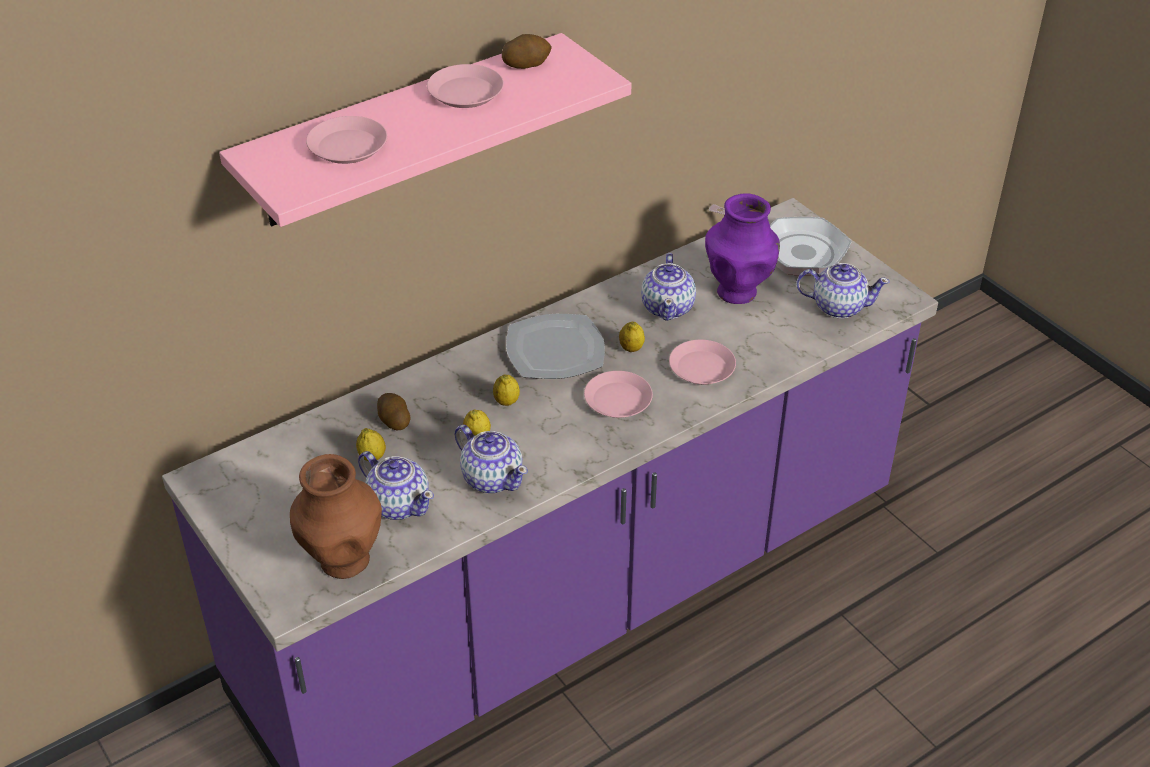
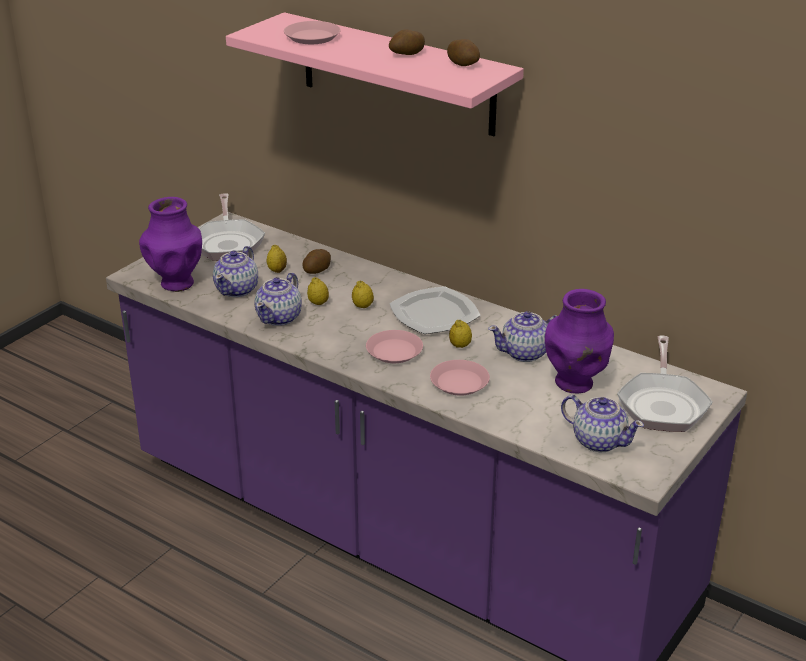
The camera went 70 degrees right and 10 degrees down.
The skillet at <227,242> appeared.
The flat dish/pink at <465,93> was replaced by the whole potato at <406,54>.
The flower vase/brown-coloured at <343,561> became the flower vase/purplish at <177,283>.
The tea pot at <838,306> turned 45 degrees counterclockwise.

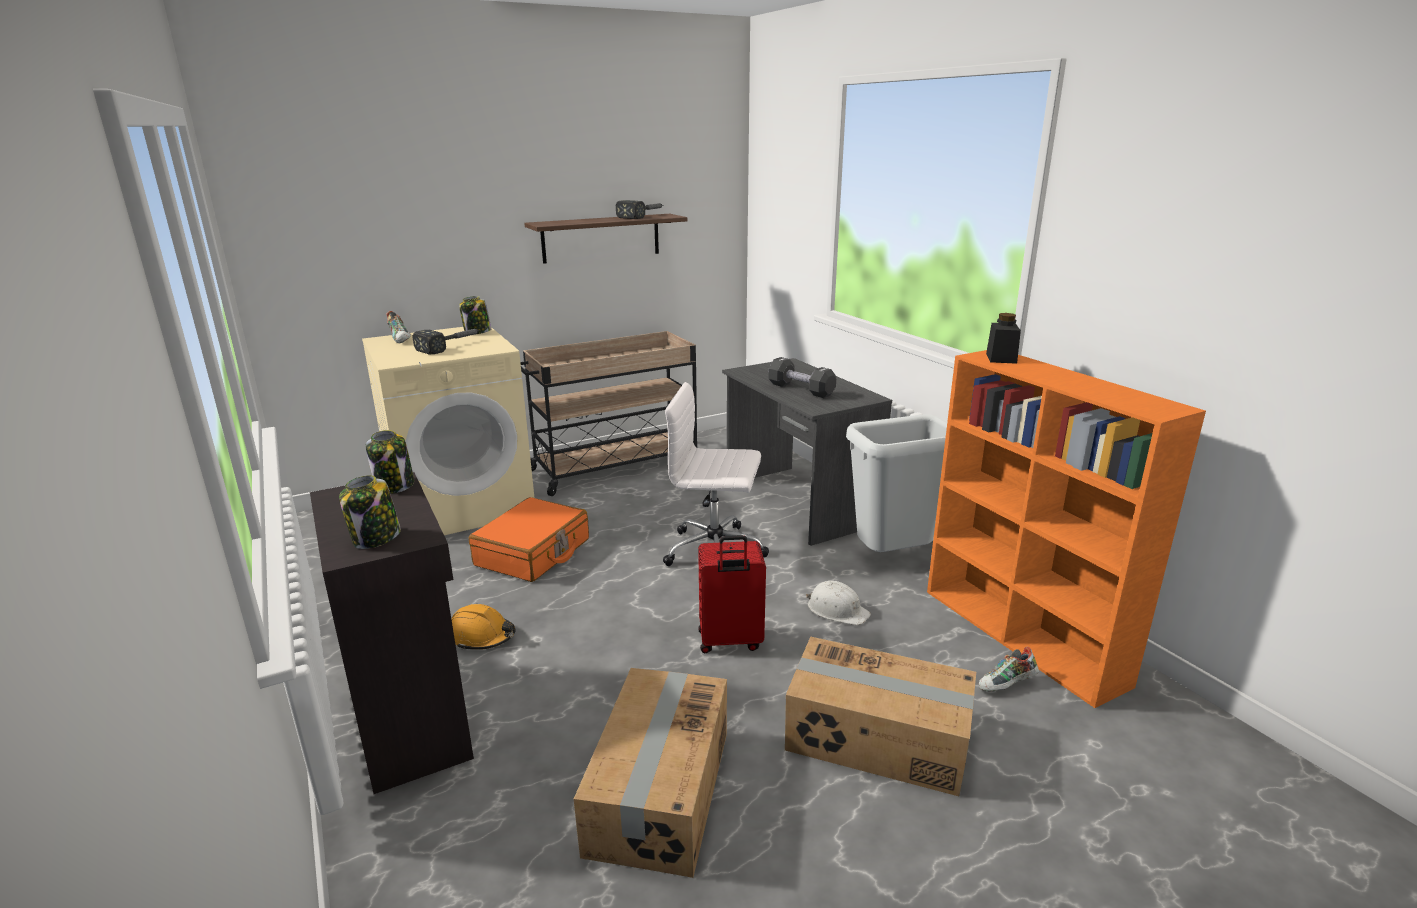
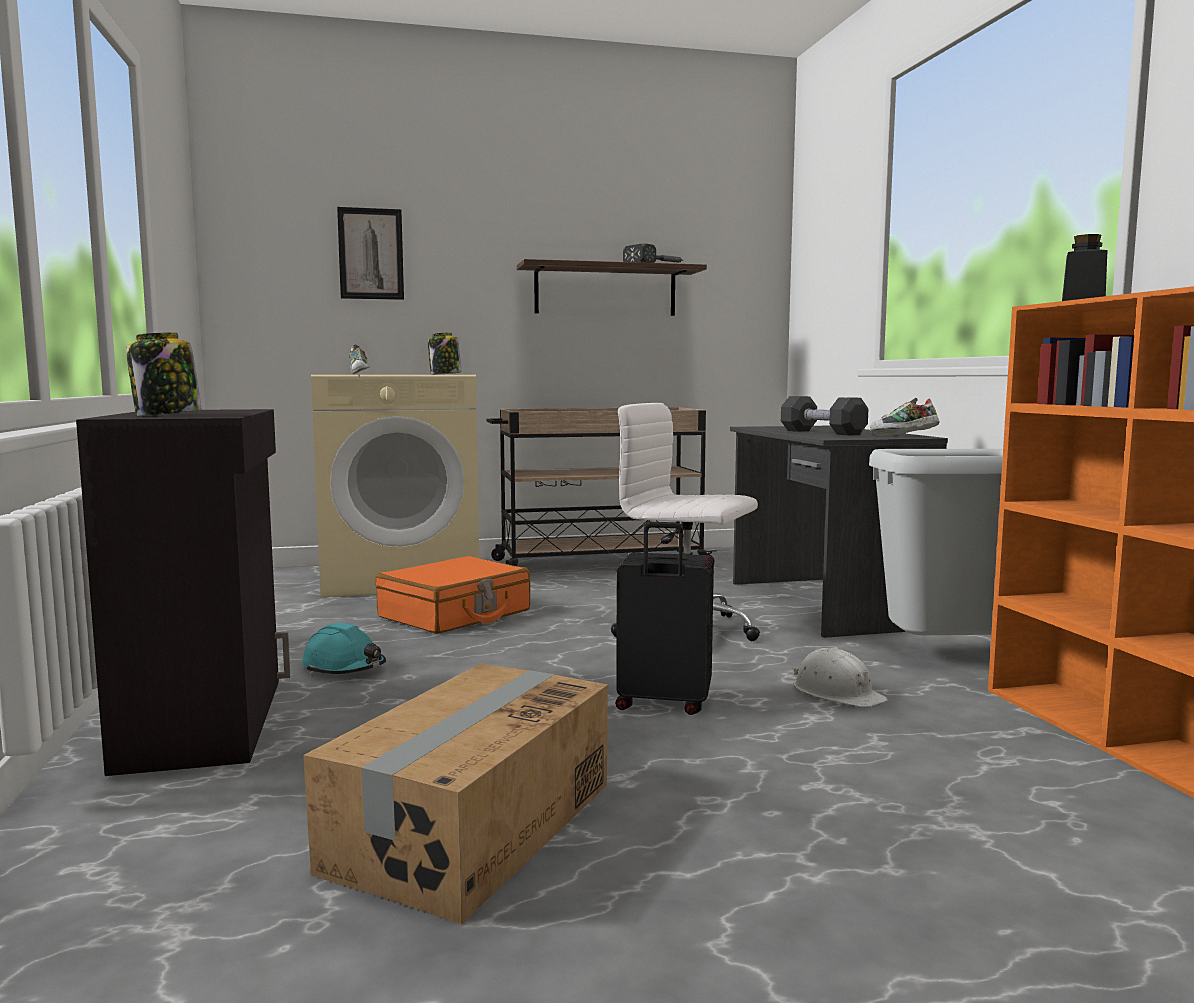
The camera went 15 degrees right and 15 degrees down.
The jar at <395,485> disappeared.
The hammer at <452,345> disappeared.
The packing box at <877,739> disappeared.
The wall art at <371,254> appeared.
The shoe moved from <1007,686> to <903,436>.
The work helmet/orangey at <482,636> became the work helmet/blue-green at <344,668>.
The piece of luggage/red at <730,641> became the piece of luggage/black-coloured at <663,704>.

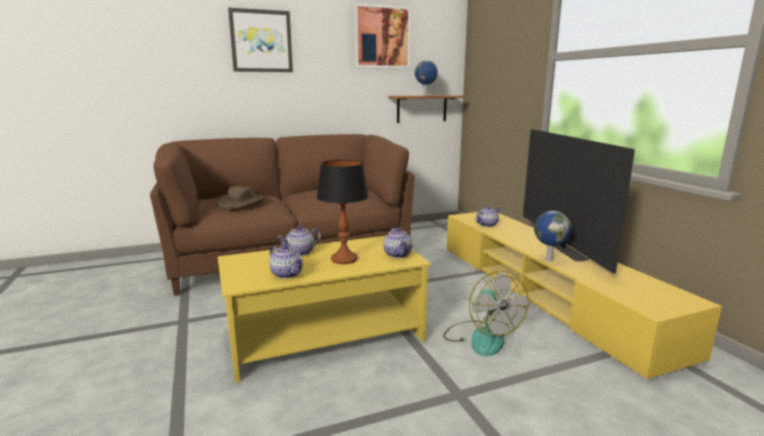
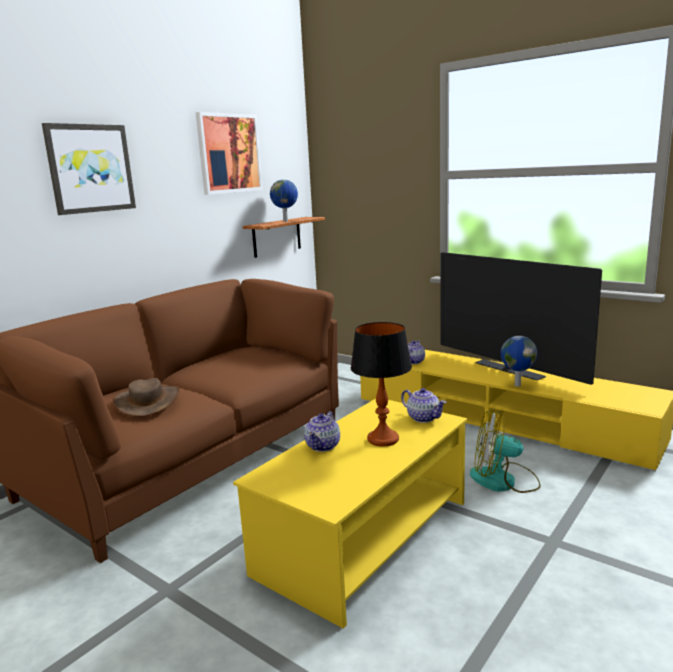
The camera went 30 degrees left and 0 degrees up.
The tea pot at <286,274> disappeared.
The cooling fan at <481,337> turned 150 degrees clockwise.

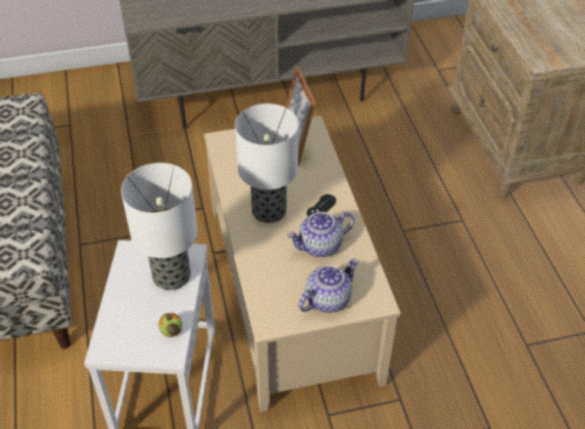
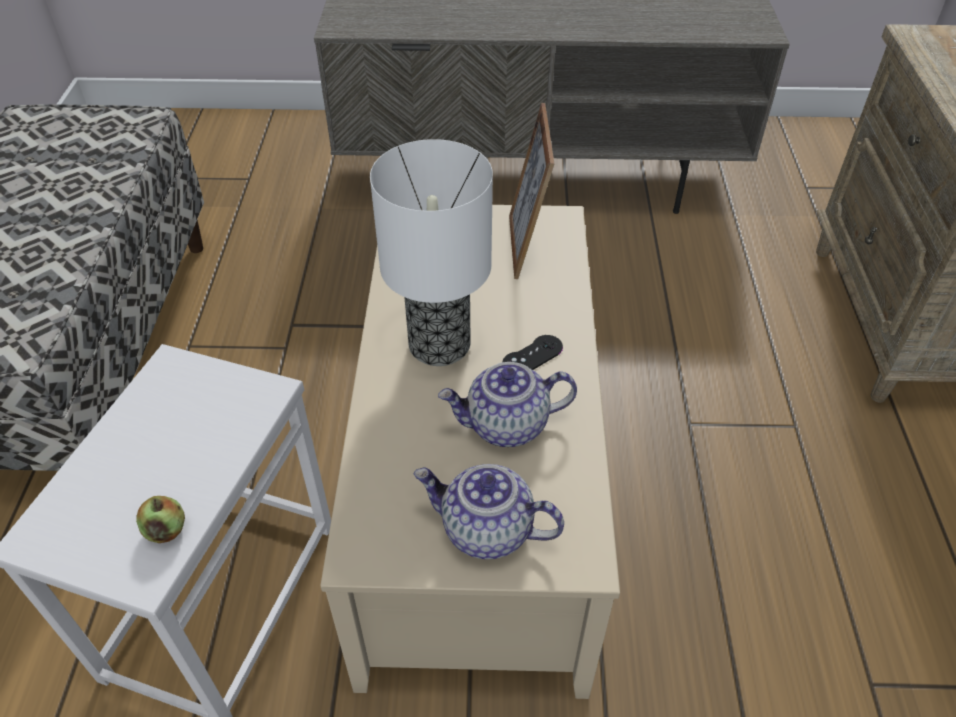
The camera went 15 degrees right and 0 degrees up.
The table lamp at <171,275> disappeared.
The tea pot at <327,299> turned 135 degrees counterclockwise.

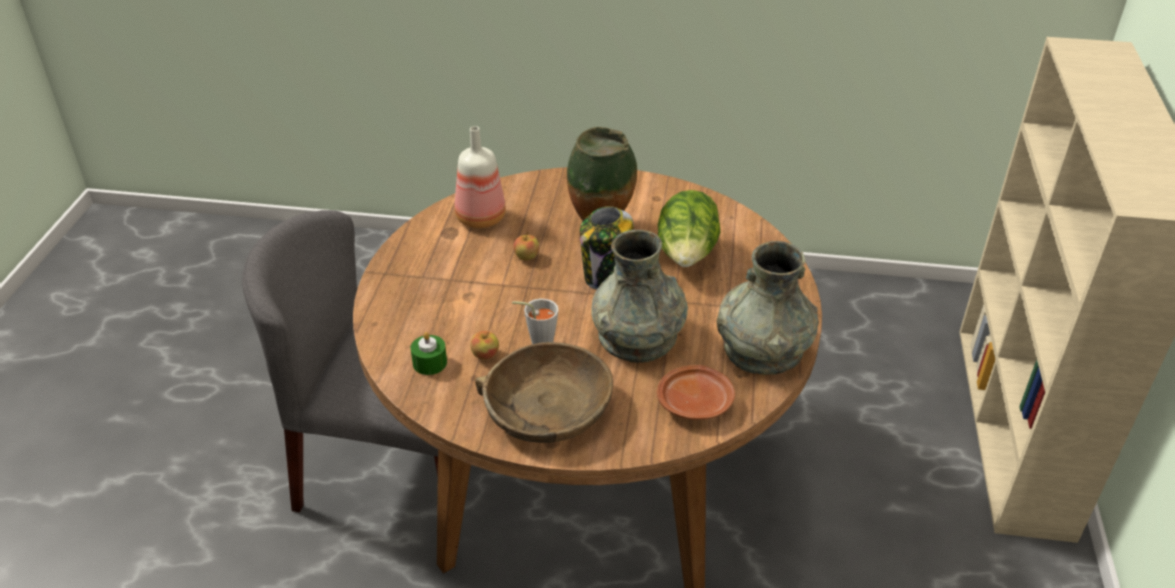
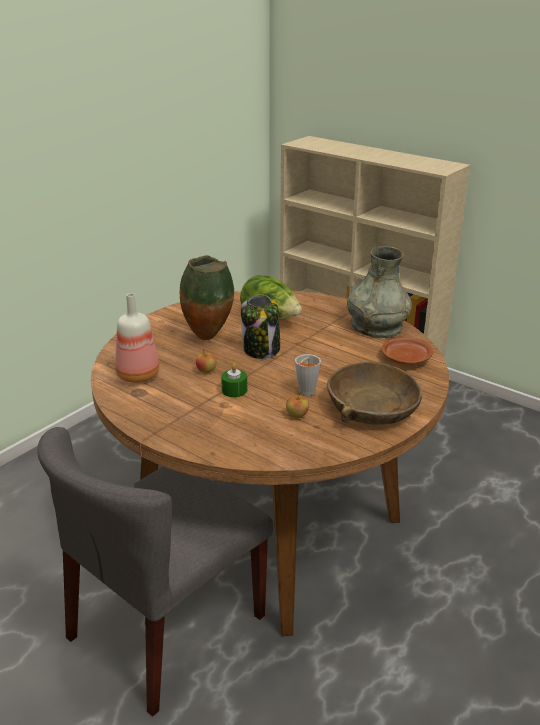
The camera went 60 degrees left and 10 degrees down.
The flower vase/greyish at <637,336> disappeared.
The wax light/greenish moved from <430,363> to <234,390>.

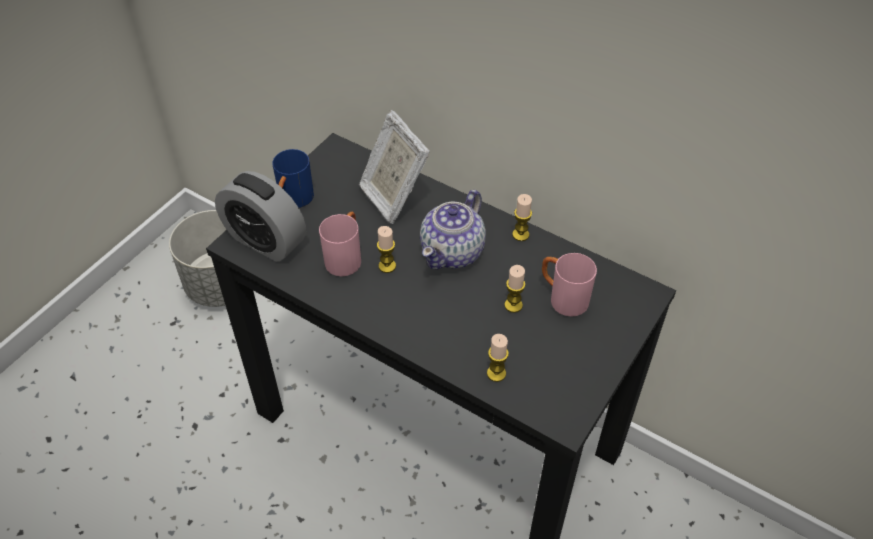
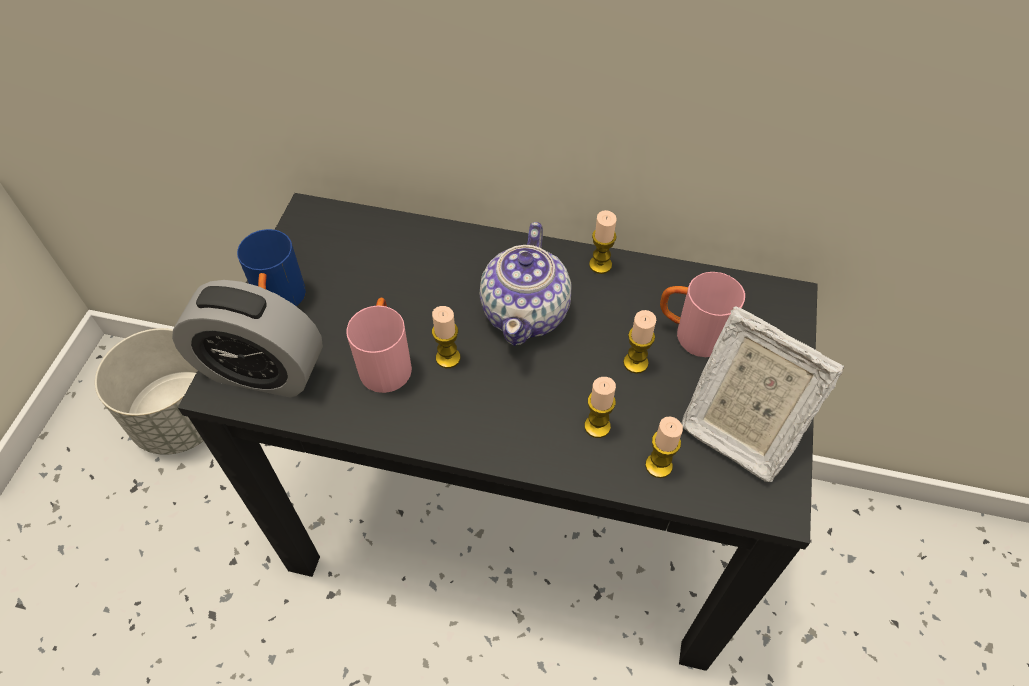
The camera went 20 degrees left and 5 degrees up.
The wax light at <597,426> appeared.
The photo frame moved from <393,196> to <738,429>.

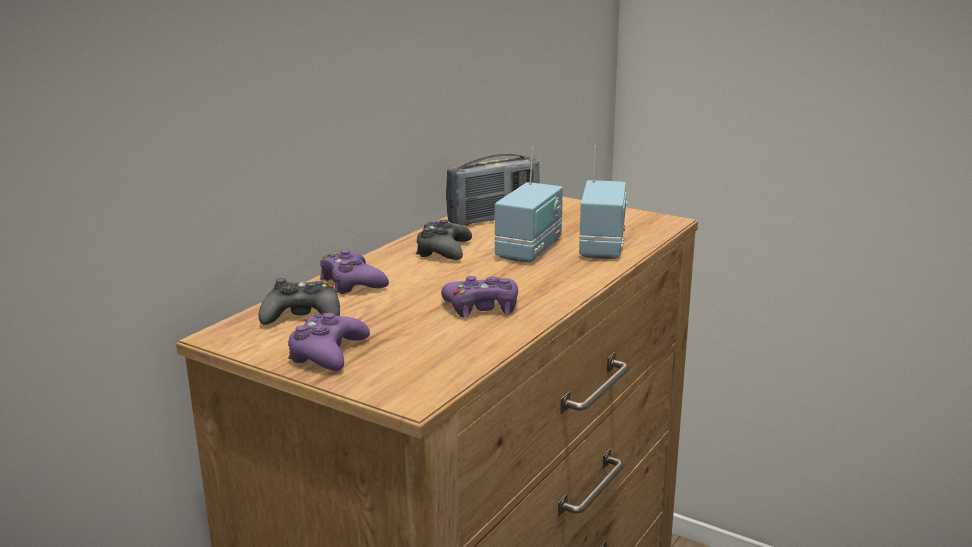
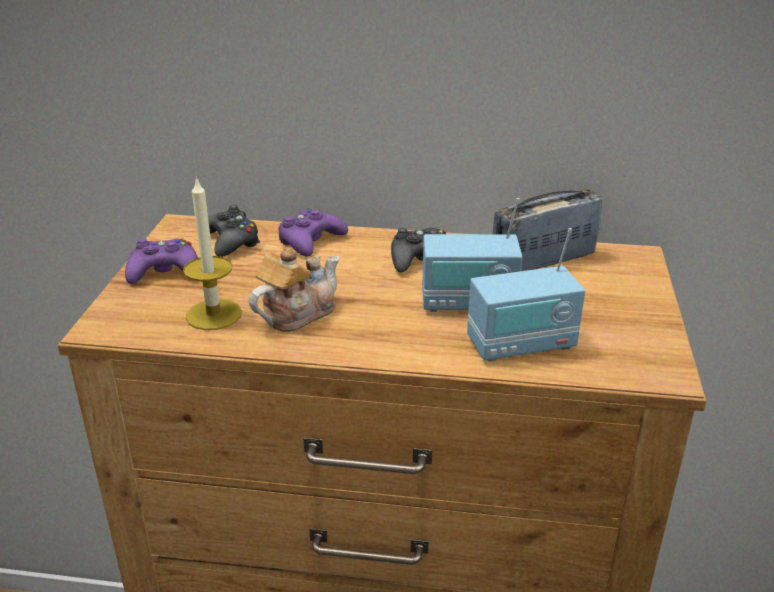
The camera went 65 degrees right and 10 degrees up.
The wax light at <213,314> appeared.
The joypad/purplish at <482,307> was replaced by the tea pot at <296,313>.
The radio receiver at <493,218> turned 120 degrees clockwise.

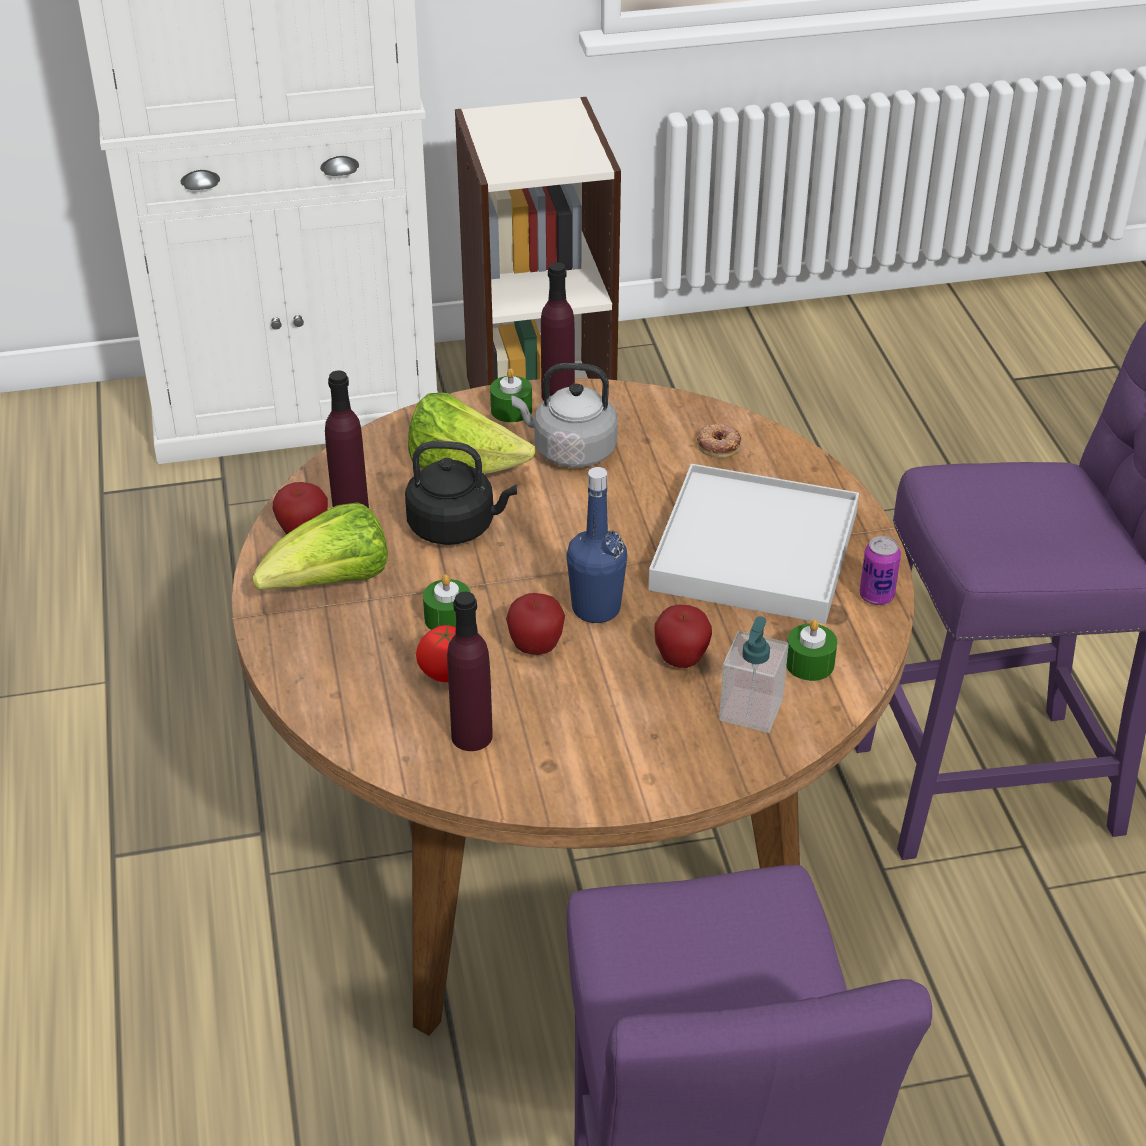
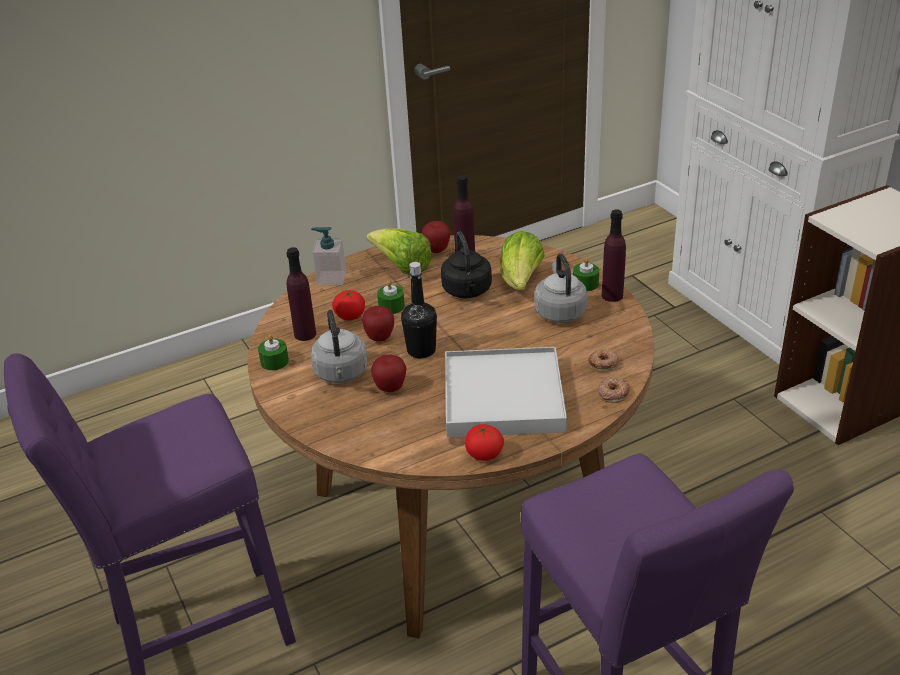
The camera went 75 degrees right and 5 degrees down.
The tea kettle/greyish at <341,374> appeared.
The donut at <613,393> appeared.
The liquid soap bottle moved from <751,710> to <331,278>.
The wax light/greenish moved from <809,663> to <274,361>.
The can at <876,596> was replaced by the fresh tomato at <484,454>.
The drink bottle/blue-coloured at <596,608> became the drink bottle/black-coloured at <421,350>.

